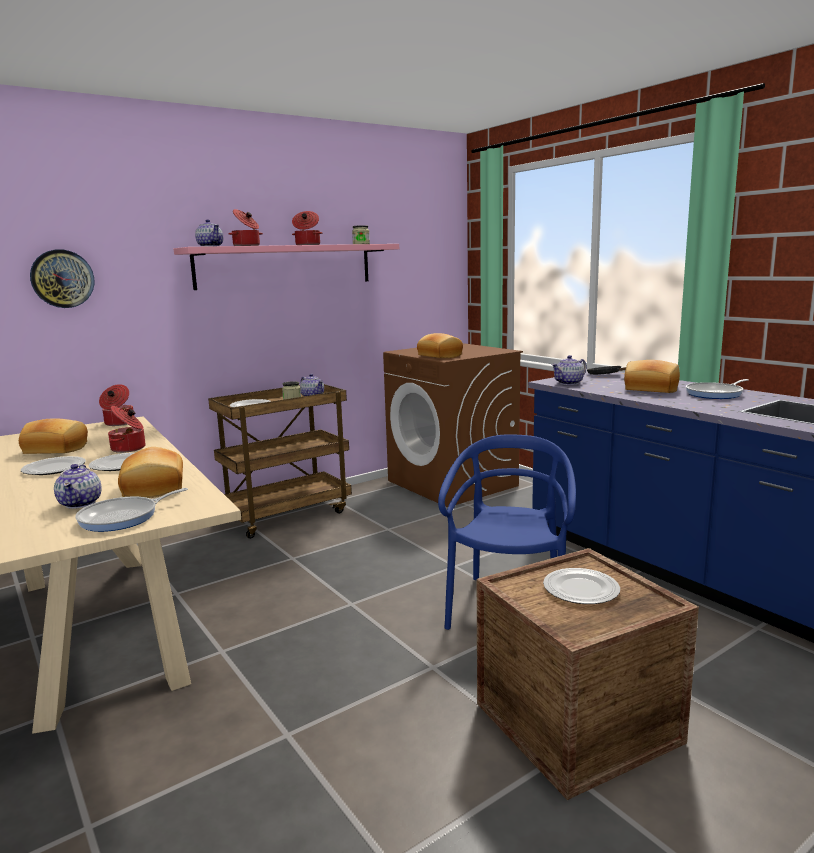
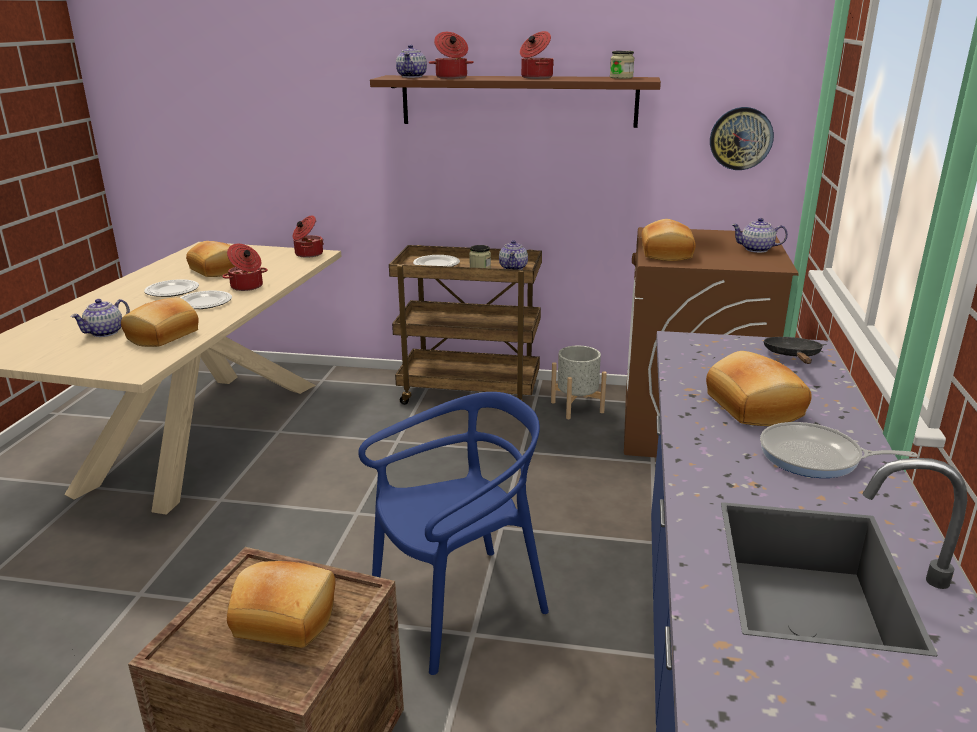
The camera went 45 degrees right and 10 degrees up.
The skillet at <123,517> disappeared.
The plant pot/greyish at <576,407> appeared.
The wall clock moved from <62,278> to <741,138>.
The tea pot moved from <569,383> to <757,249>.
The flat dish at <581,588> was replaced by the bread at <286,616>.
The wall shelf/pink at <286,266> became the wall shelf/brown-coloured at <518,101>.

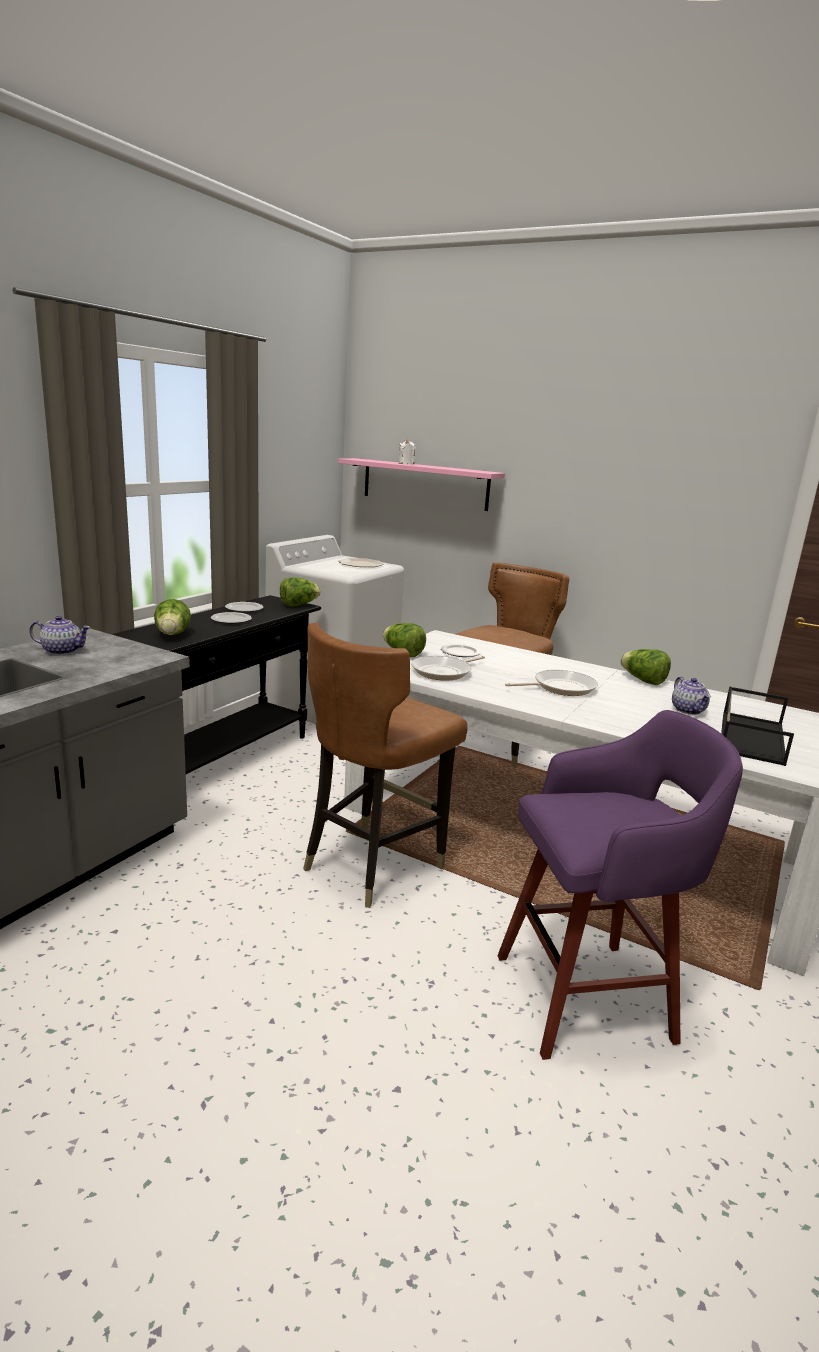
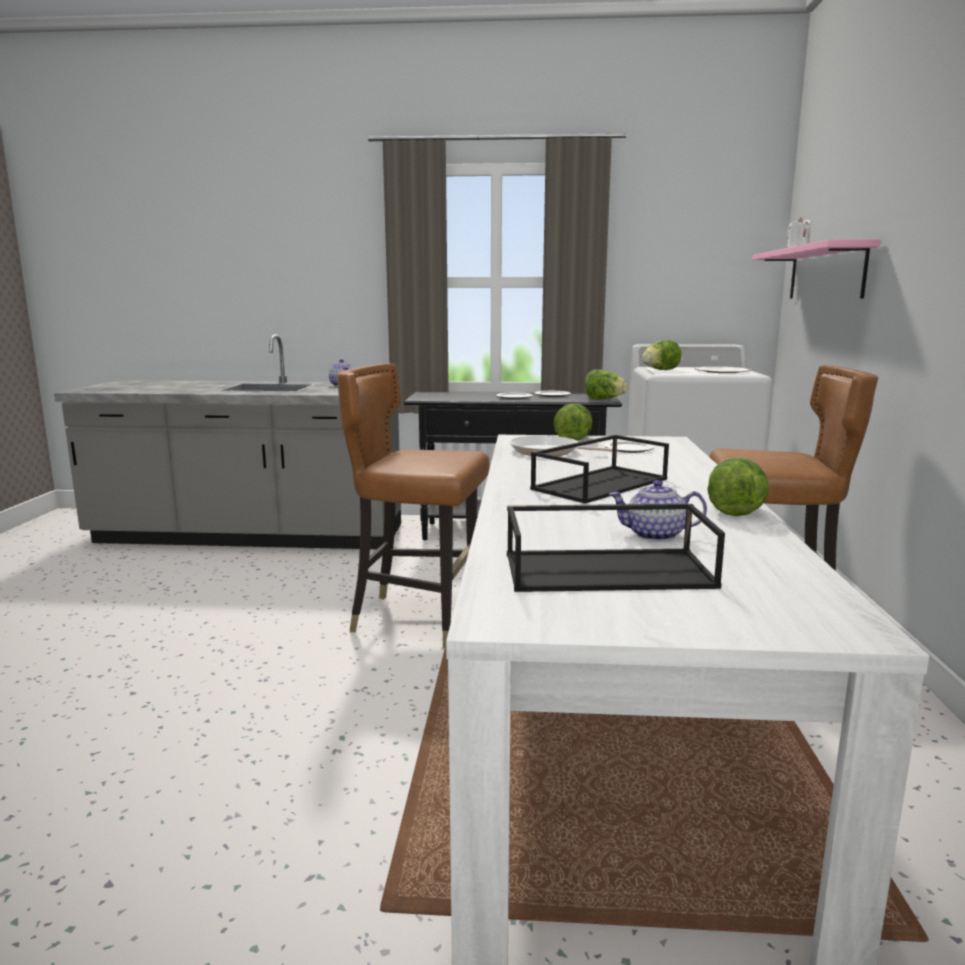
The camera went 65 degrees right and 5 degrees down.
The stool seat/purplish at <589,997> disappeared.
The head of lettuce moved from <172,635> to <660,370>.
The skillet at <560,687> was replaced by the tray/black-coloured at <600,483>.
The tea pot at <688,710> turned 45 degrees clockwise.

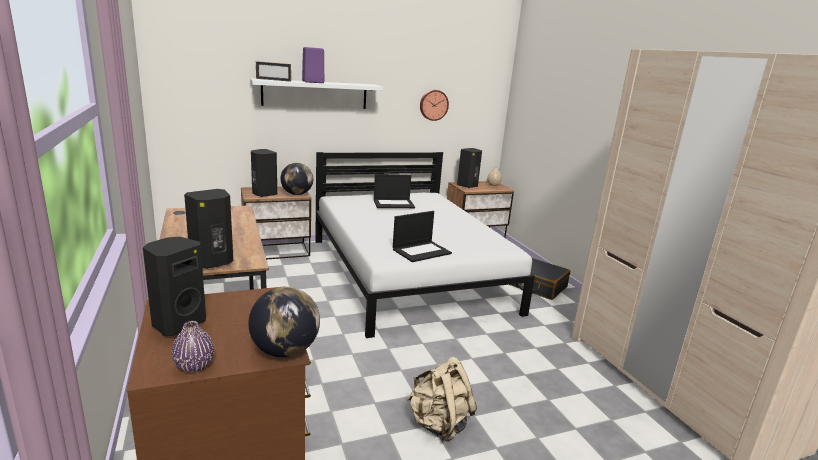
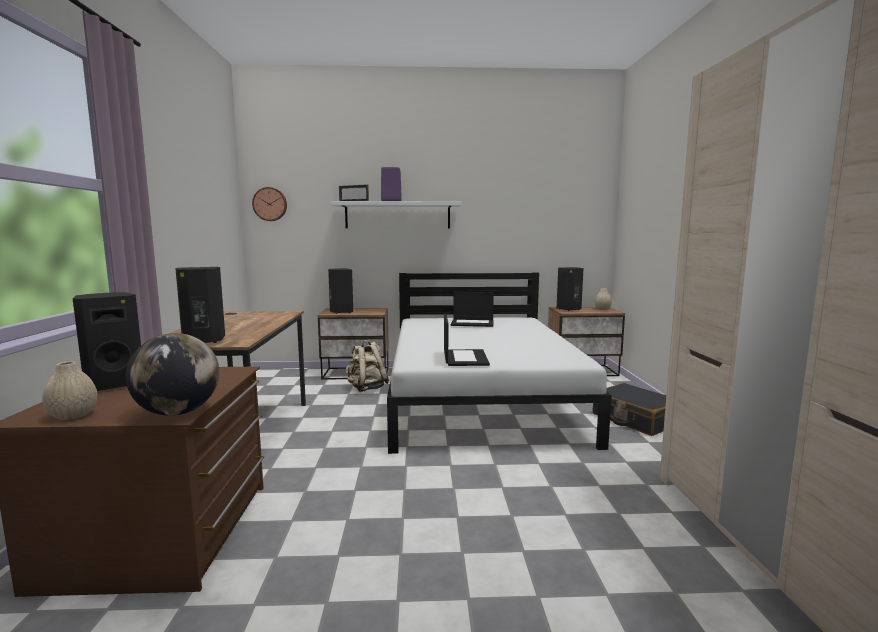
The camera went 20 degrees right and 10 degrees down.
The desk globe at <297,194> disappeared.
The knapsack/sand-coloured moved from <439,424> to <366,388>.
The wall clock moved from <433,105> to <270,204>.
The flower vase/purplish at <194,366> became the flower vase/sand-coloured at <73,415>.
The notebook computer at <422,251> turned 75 degrees counterclockwise.

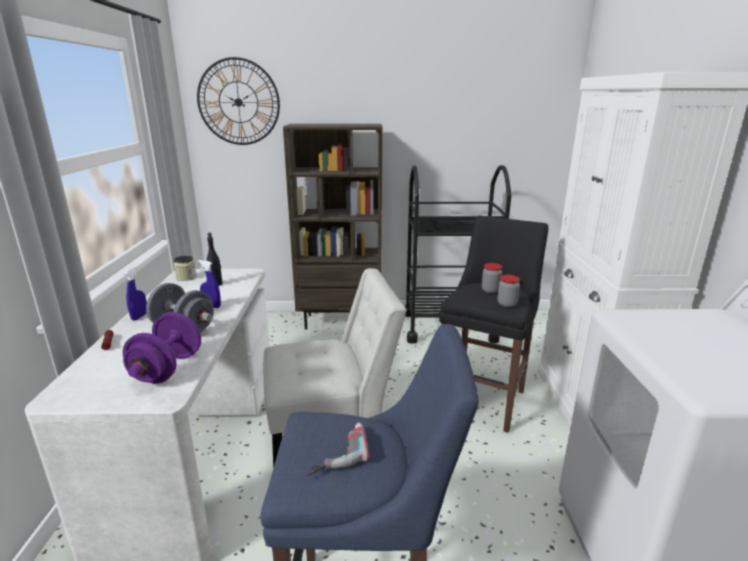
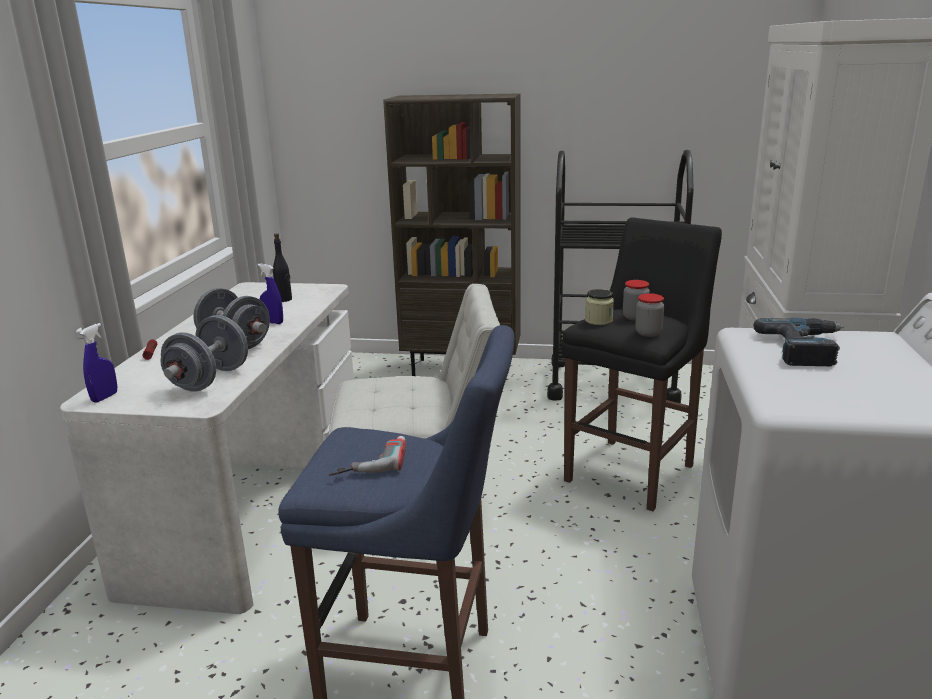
The camera went 10 degrees right and 0 degrees up.
The wall clock at <238,102> disappeared.
The drill at <806,349> appeared.
The spray bottle/blue-coloured moved from <139,316> to <105,397>.
The jar moved from <186,277> to <598,320>.
The hand weight/purplish at <167,369> became the hand weight/greyish at <209,379>.

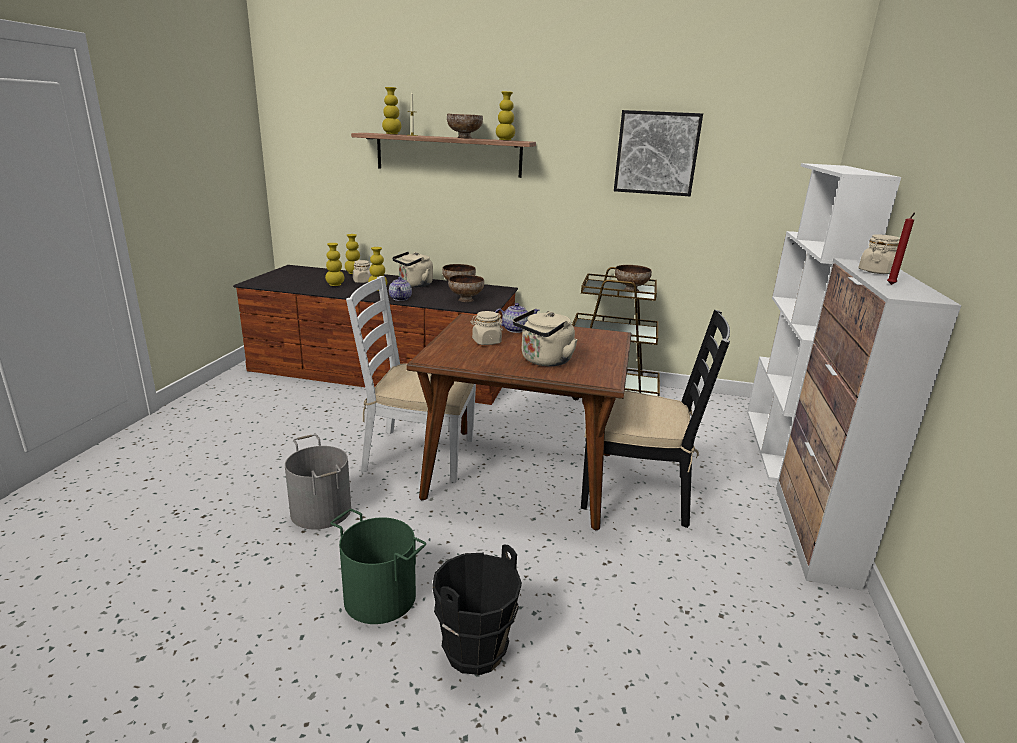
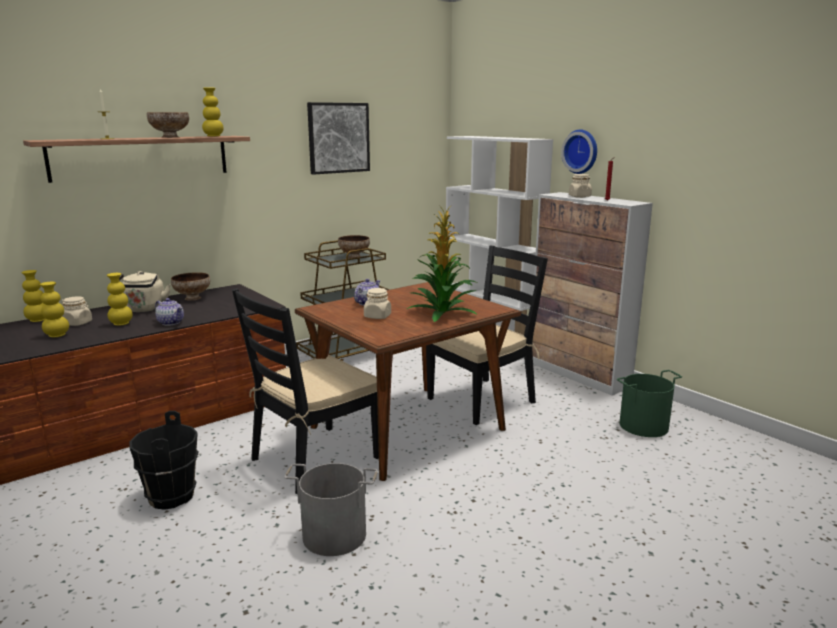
The camera went 50 degrees left and 5 degrees down.
The flower vase/yellow at <392,134> disappeared.
The serving bowl at <466,300> disappeared.
The wall clock at <581,151> appeared.
The pail/greenish moved from <379,598> to <644,426>.
The pail/black-coloured moved from <474,651> to <170,497>.
The tea kettle/sand-coloured at <544,361> was replaced by the houseplant at <443,312>.
The chair/white-coloured at <418,454> became the chair/black-coloured at <314,458>.

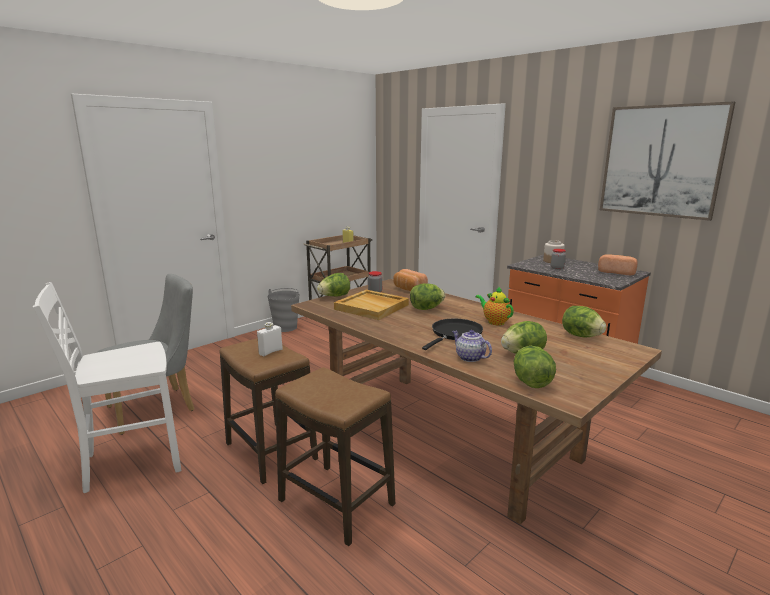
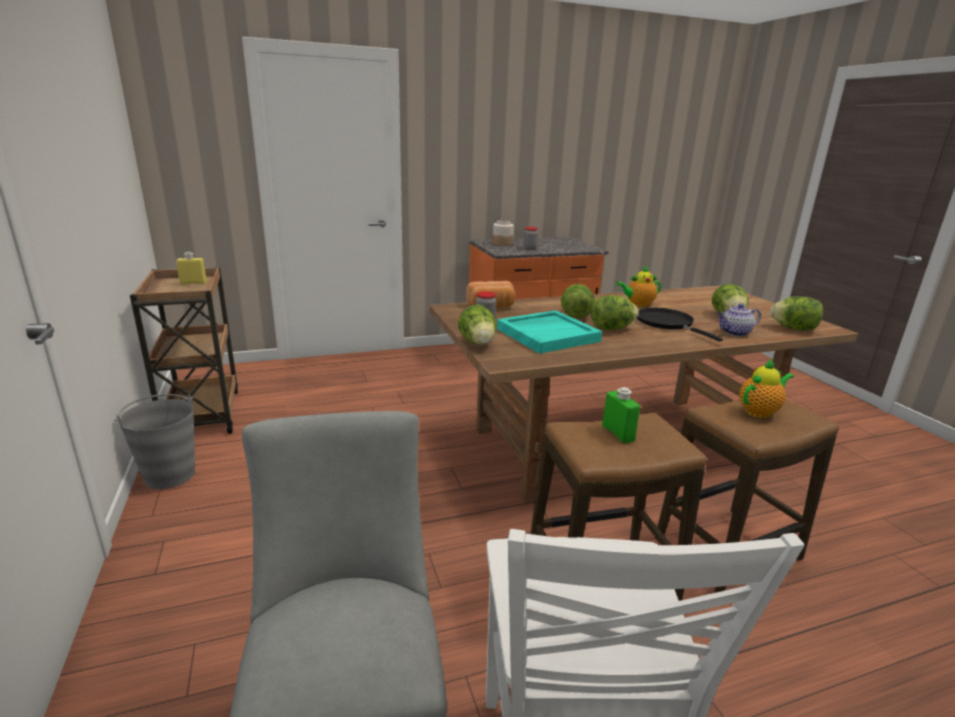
The camera went 65 degrees left and 5 degrees up.
The bread at <617,272> disappeared.
The wall art at <661,161> disappeared.
The tea pot at <759,411> appeared.
The head of lettuce moved from <581,336> to <611,329>.
The drink bottle/white-coloured at <270,352> became the drink bottle/greenish at <618,433>.
The tray/sand-coloured at <372,307> became the tray/blue-green at <548,334>.

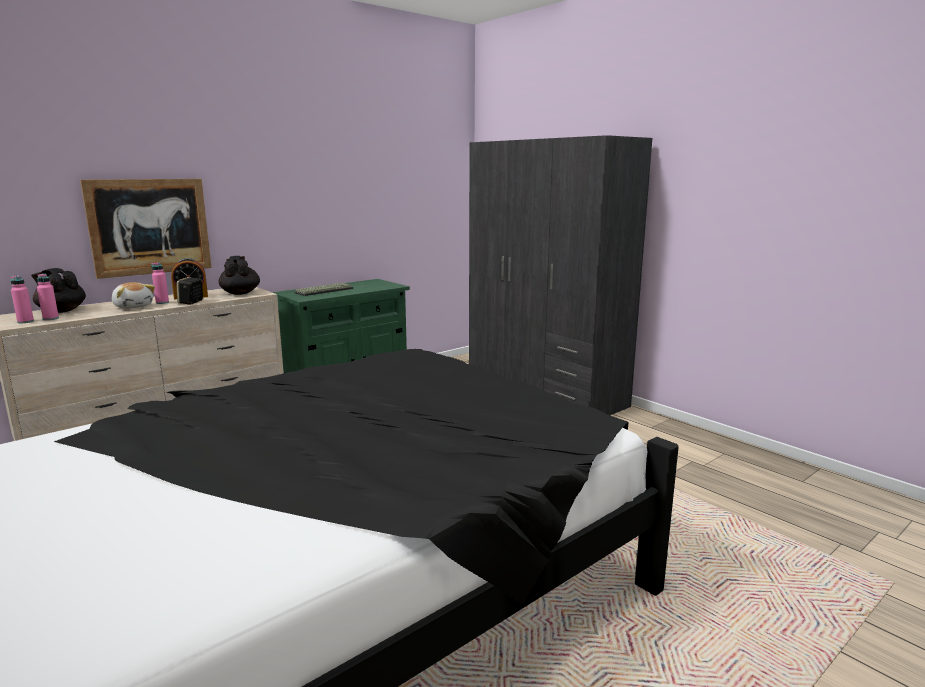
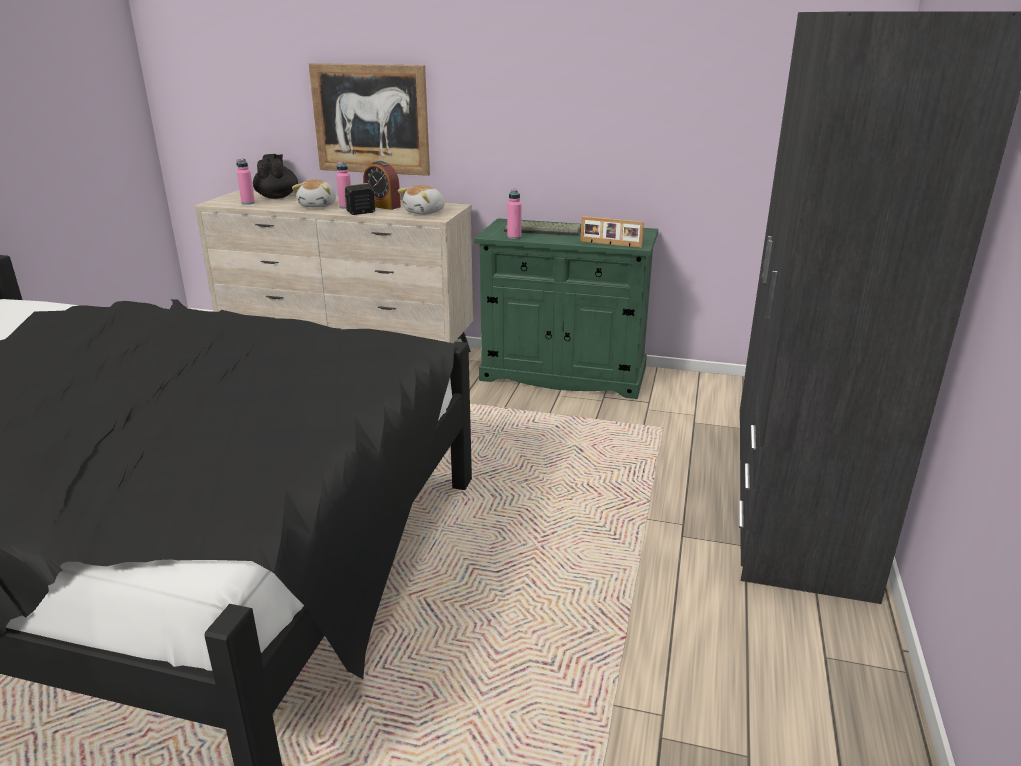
The camera went 55 degrees right and 10 degrees up.
The photo frame at <610,244> appeared.
The drink bottle/pink moved from <25,321> to <514,237>.
The tea pot/black-coloured at <240,293> was replaced by the plush toy at <425,212>.

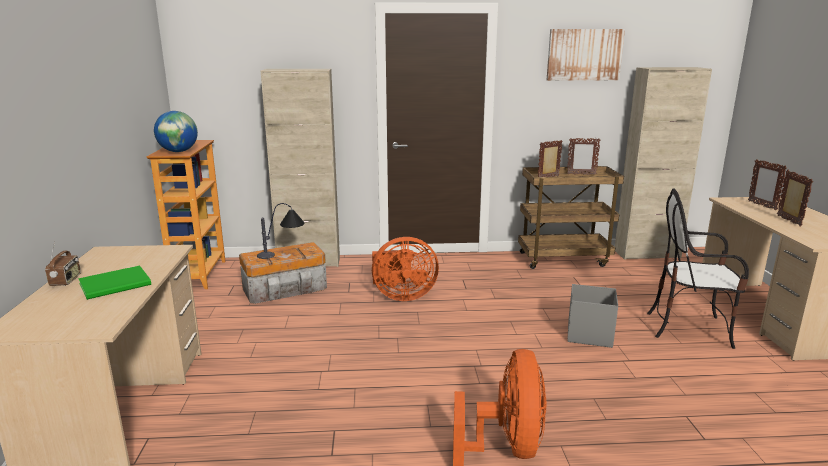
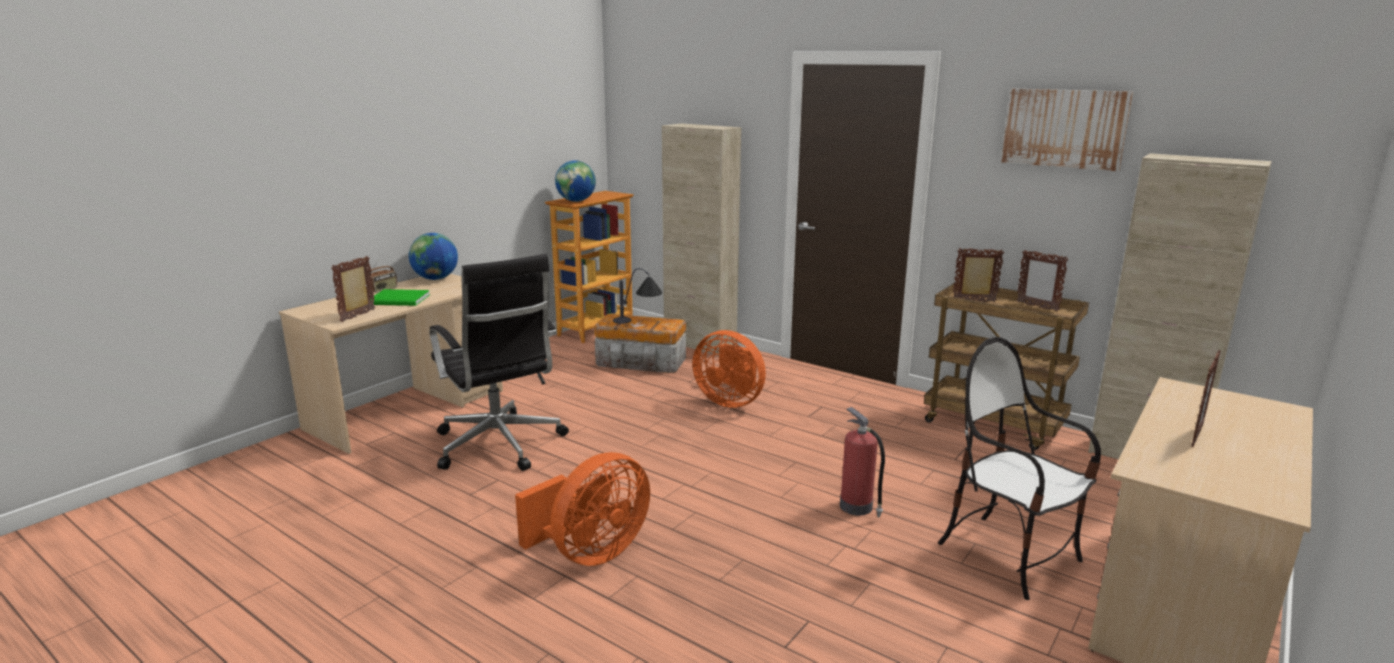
The camera went 40 degrees right and 0 degrees up.
The desk globe at <435,279> appeared.
The computer chair/black-coloured at <500,445> appeared.
The photo frame moved from <762,205> to <358,316>.
The storage container/greyish at <588,335> was replaced by the extinguisher at <857,507>.

